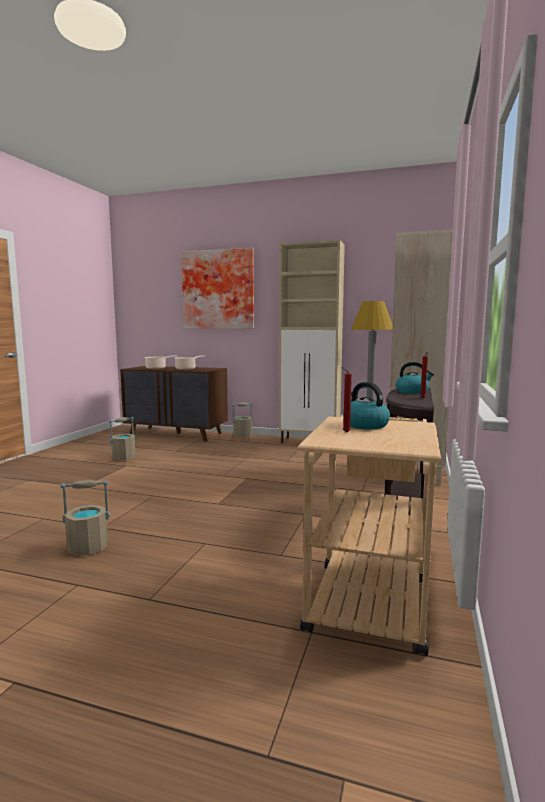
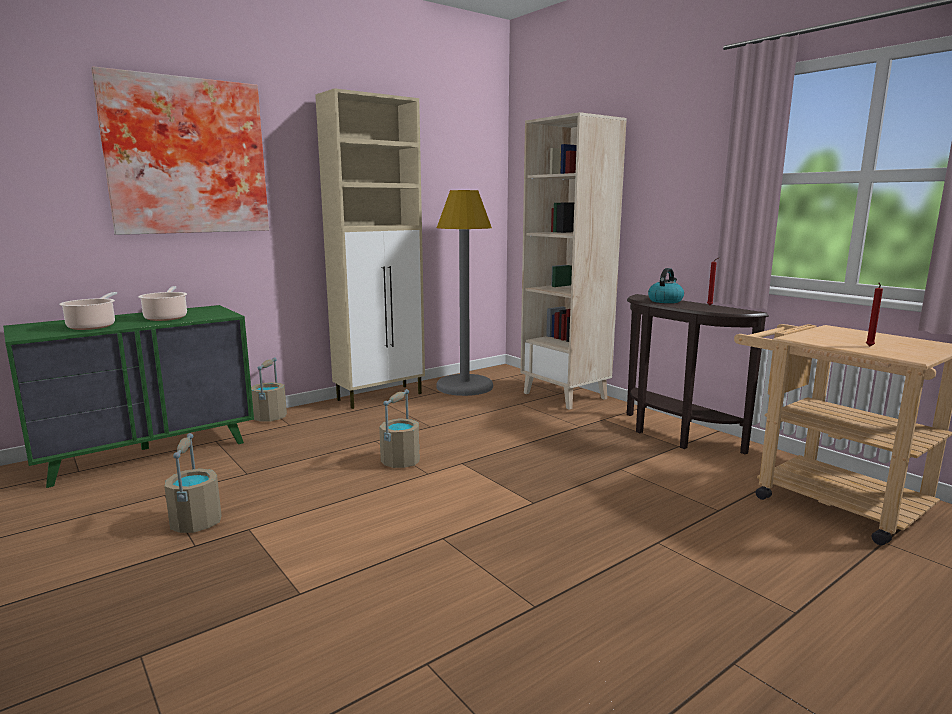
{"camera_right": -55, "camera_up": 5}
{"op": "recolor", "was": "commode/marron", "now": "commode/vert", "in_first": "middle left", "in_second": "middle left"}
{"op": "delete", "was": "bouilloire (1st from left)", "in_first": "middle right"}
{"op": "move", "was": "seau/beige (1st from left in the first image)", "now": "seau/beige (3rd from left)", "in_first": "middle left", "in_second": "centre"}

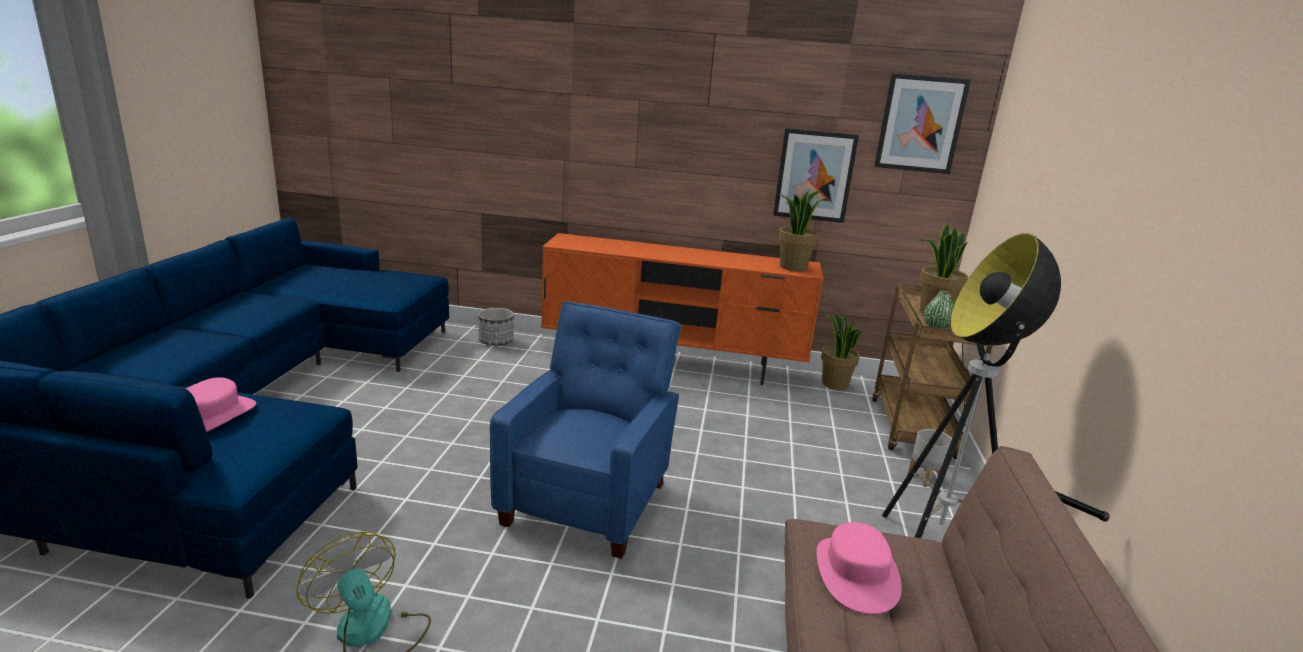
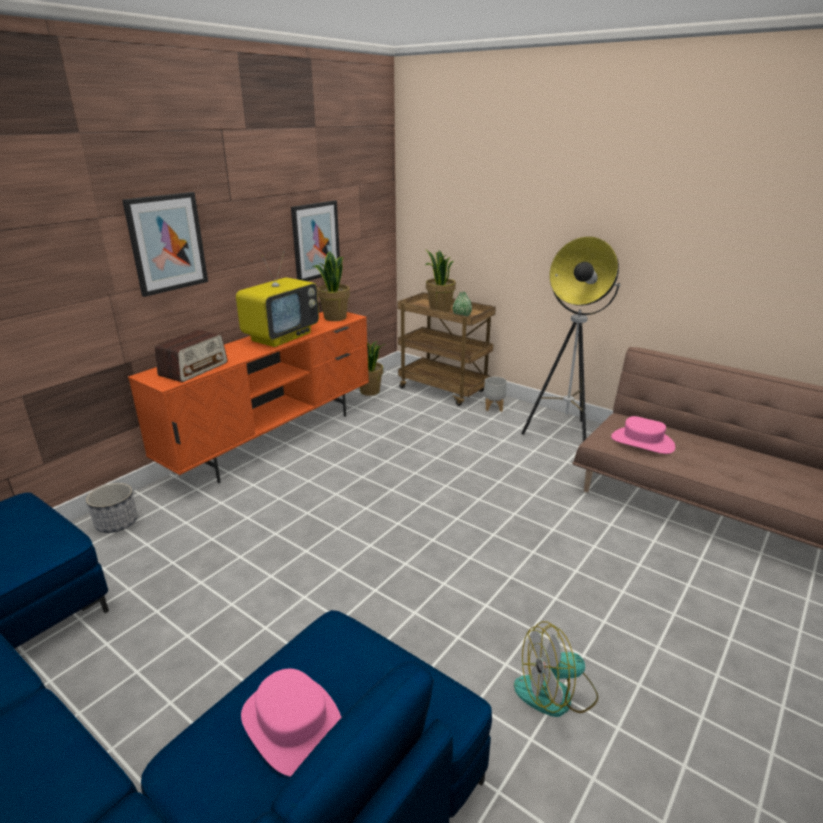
{"camera_right": -60, "camera_up": 5}
{"op": "move", "was": "tableau (2nd from left in the first image)", "now": "tableau (1st from left)", "in_first": "top right", "in_second": "top left"}
{"op": "delete", "was": "fauteuil/bleu", "in_first": "centre"}
{"op": "insert", "now": "téléviseur", "in_second": "centre"}
{"op": "insert", "now": "radio", "in_second": "middle left"}

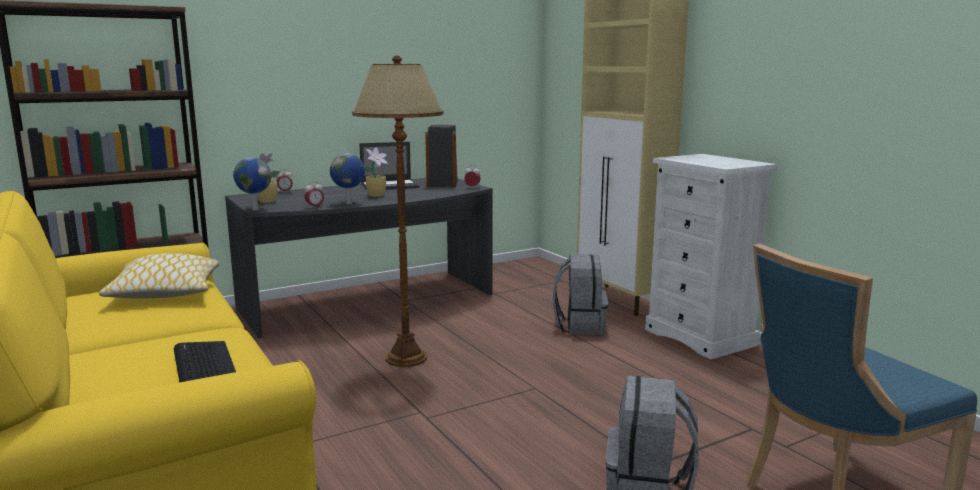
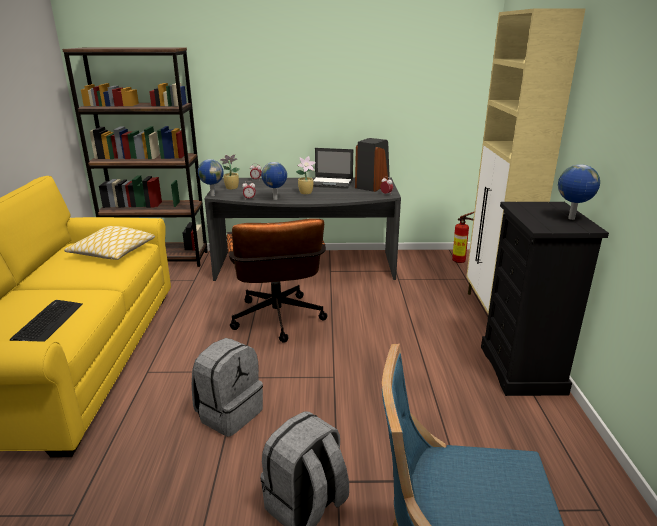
{"camera_right": 30, "camera_up": 10}
{"op": "replace", "was": "lampadaire/marron", "now": "chaise de bureau/marron", "in_first": "centre", "in_second": "centre"}
{"op": "recolor", "was": "commode/blanc", "now": "commode/noir", "in_first": "middle right", "in_second": "middle right"}
{"op": "move", "was": "sac à dos/gris (1st from left)", "in_first": "centre", "in_second": "bottom centre"}
{"op": "insert", "now": "globe (3rd from left)", "in_second": "middle right"}
{"op": "insert", "now": "extincteur", "in_second": "middle right"}

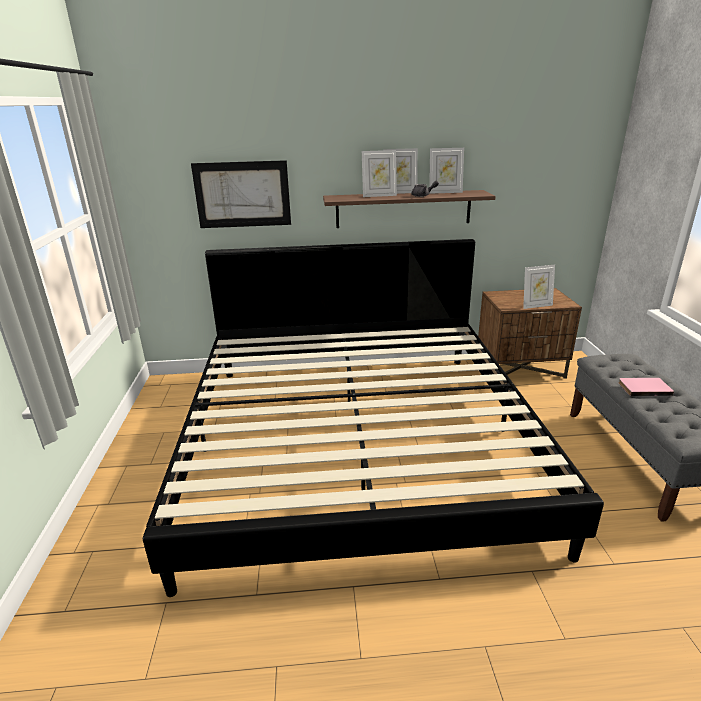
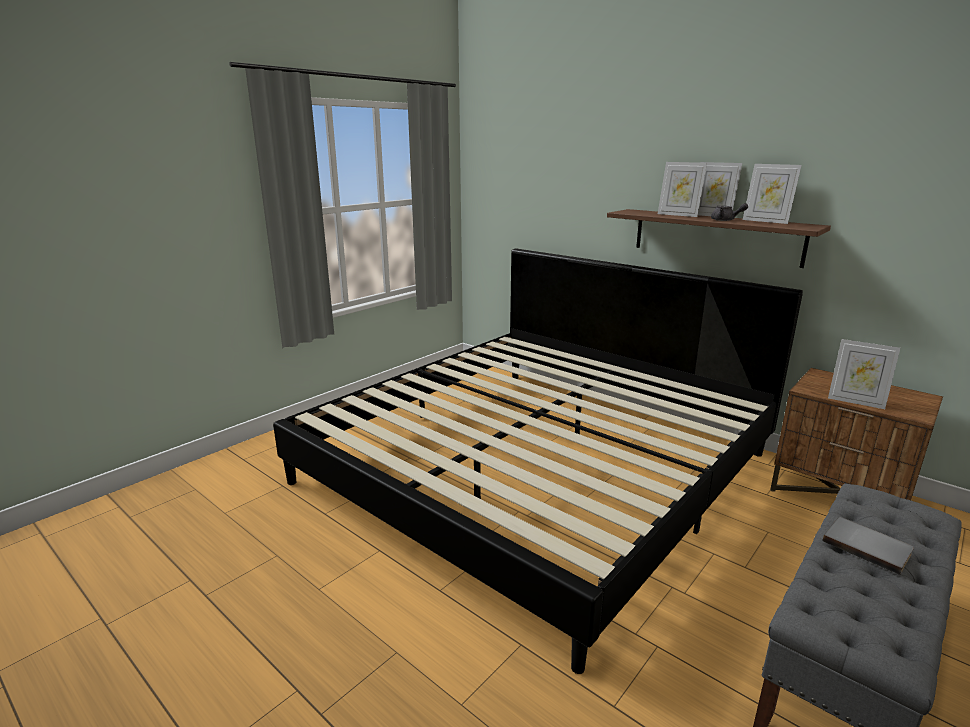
{"camera_right": 45, "camera_up": -5}
{"op": "delete", "was": "tableau", "in_first": "top centre"}
{"op": "recolor", "was": "livre/rose", "now": "livre/gris", "in_first": "middle right", "in_second": "bottom right"}

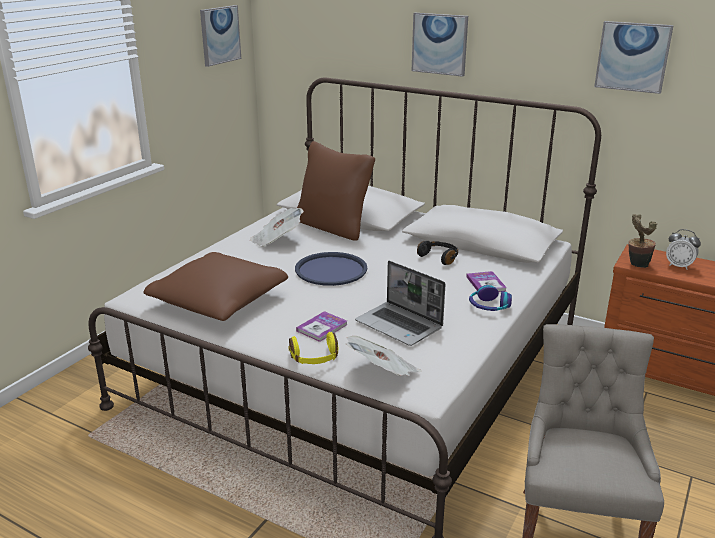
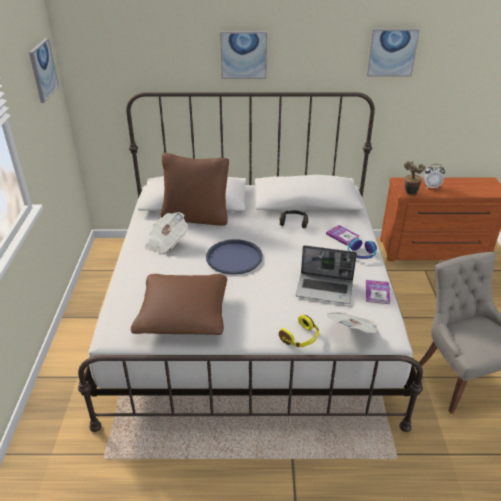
{"camera_right": -30, "camera_up": 10}
{"op": "move", "was": "livre (1st from left in the first image)", "now": "livre (2nd from left)", "in_first": "centre", "in_second": "middle right"}

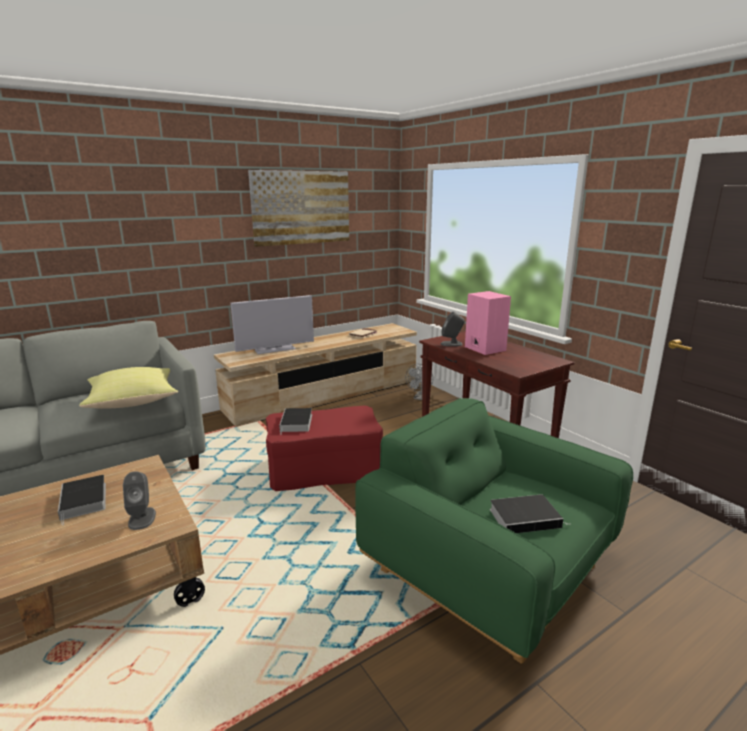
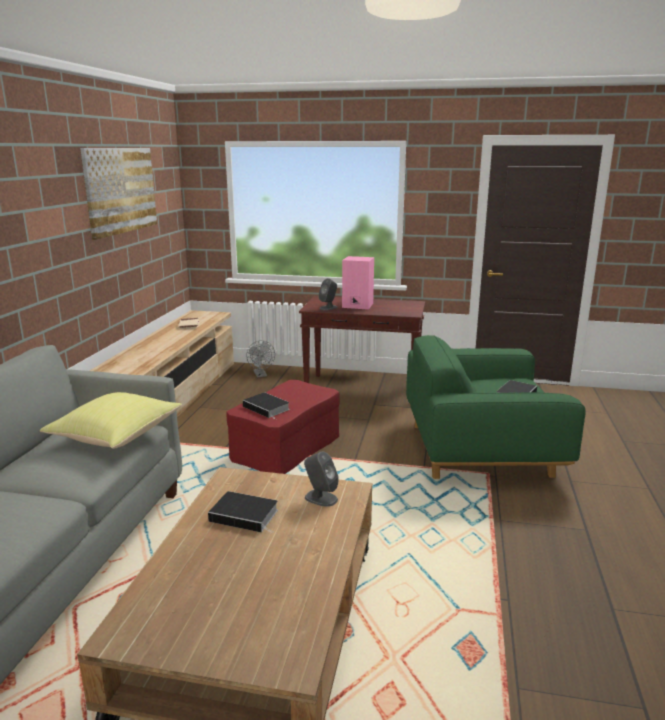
{"camera_right": -45, "camera_up": 0}
{"op": "delete", "was": "téléviseur", "in_first": "centre"}

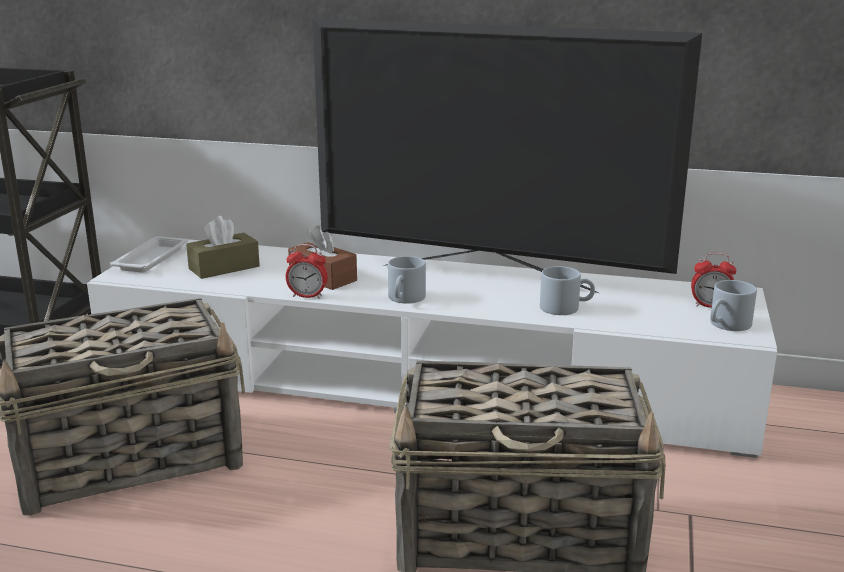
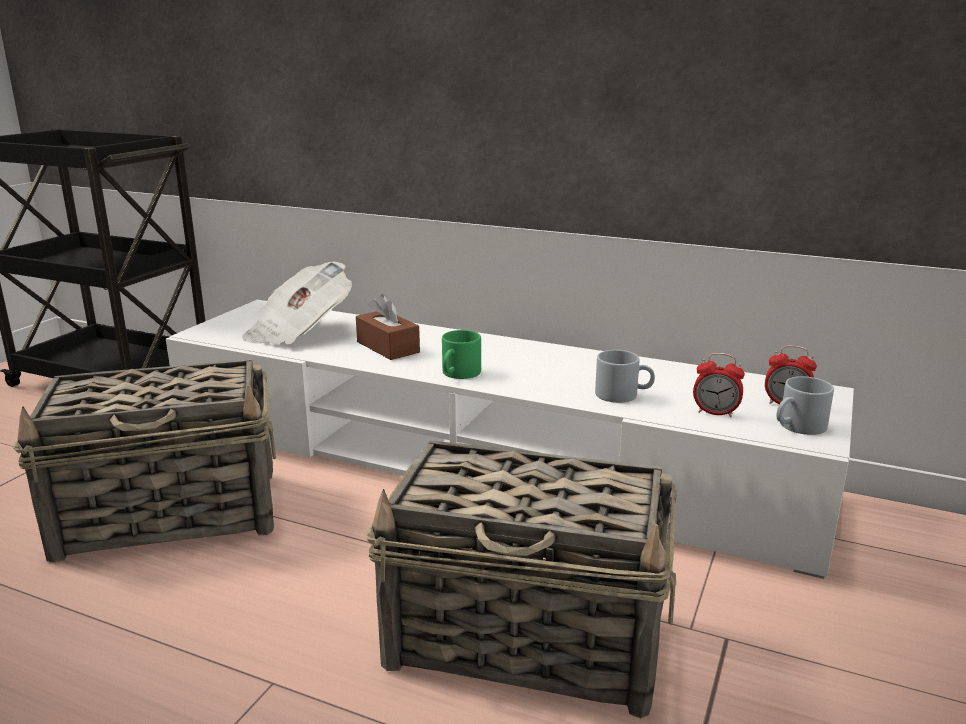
{"camera_right": 10, "camera_up": 0}
{"op": "delete", "was": "téléviseur", "in_first": "top centre"}
{"op": "replace", "was": "boîte à mouchoirs/marron (1st from left)", "now": "journal", "in_first": "middle left", "in_second": "middle left"}
{"op": "delete", "was": "plateau/blanc", "in_first": "middle left"}
{"op": "move", "was": "réveil (1st from left)", "in_first": "centre", "in_second": "middle right"}
{"op": "recolor", "was": "mug/gris (1st from left)", "now": "mug/vert", "in_first": "centre", "in_second": "centre"}

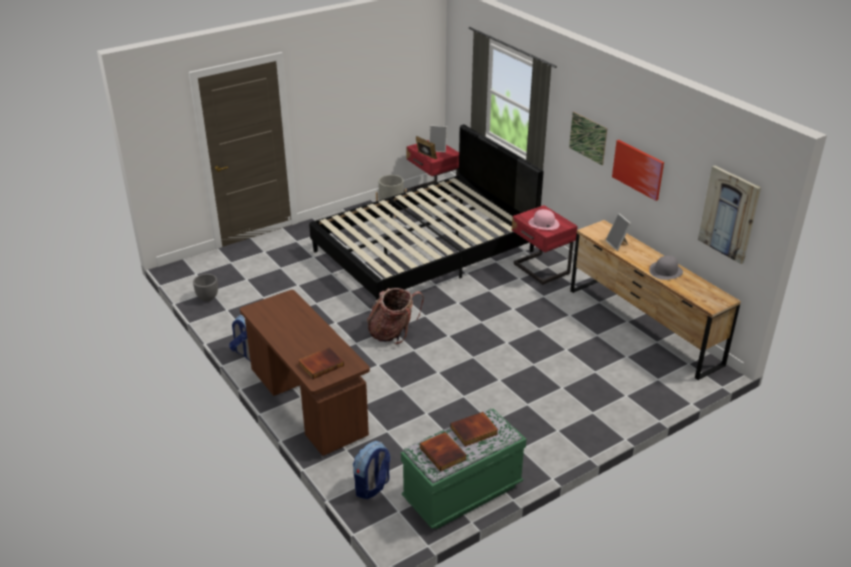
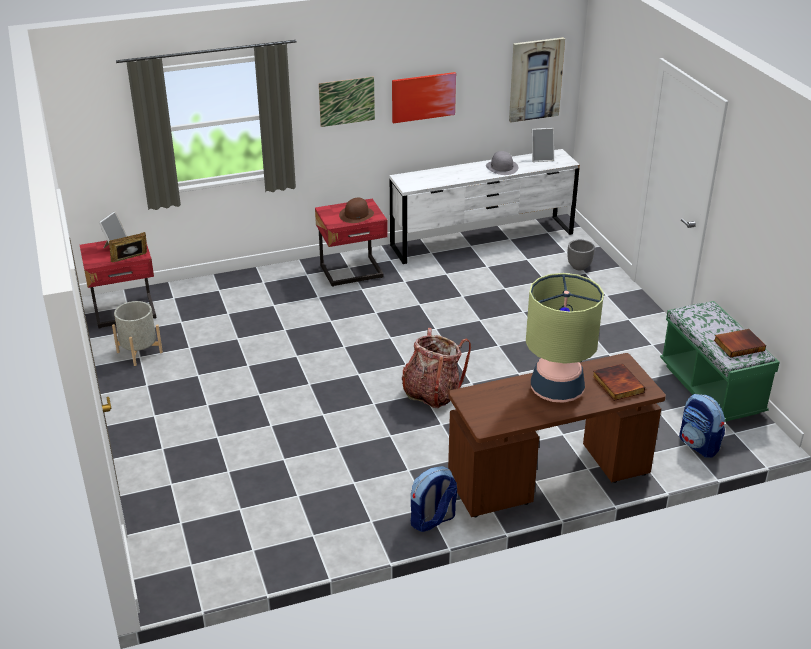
{"camera_right": -75, "camera_up": 0}
{"op": "delete", "was": "lit/noir", "in_first": "centre"}
{"op": "recolor", "was": "chapeau/rose", "now": "chapeau/marron", "in_first": "centre", "in_second": "top centre"}
{"op": "move", "was": "cadre photo (3rd from left)", "in_first": "middle right", "in_second": "top right"}
{"op": "recolor", "was": "commode/marron", "now": "commode/blanc", "in_first": "middle right", "in_second": "top centre"}
{"op": "move", "was": "cache-pot/gris (1st from left in the first image)", "now": "cache-pot/gris (2nd from left)", "in_first": "middle left", "in_second": "middle right"}
{"op": "delete", "was": "livre (3rd from left)", "in_first": "bottom centre"}
{"op": "insert", "now": "lampe de table", "in_second": "middle right"}

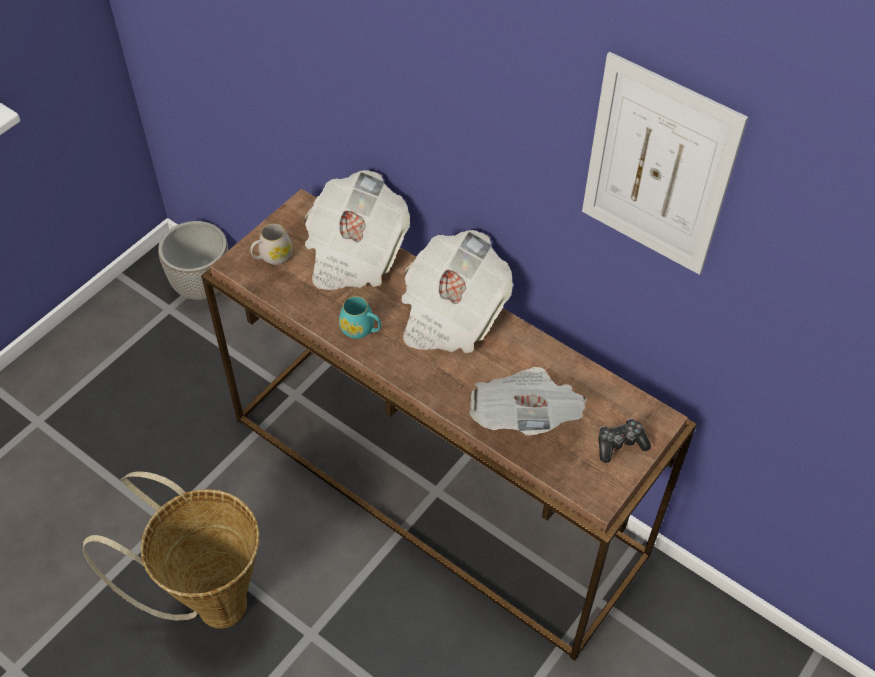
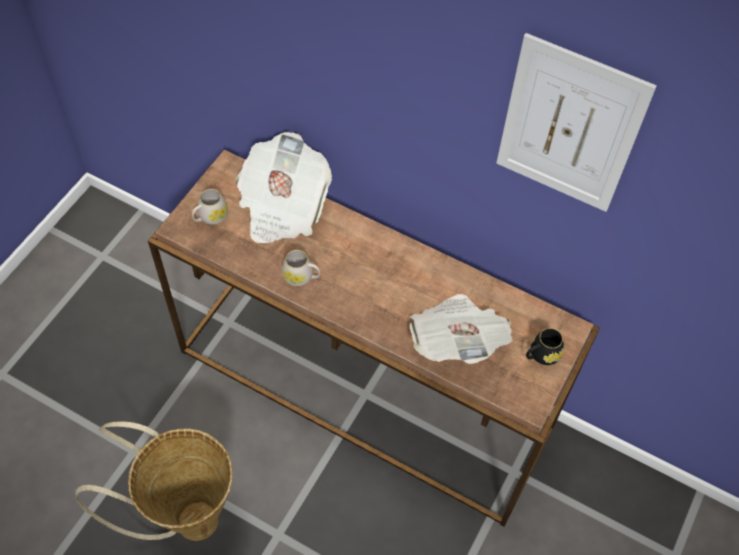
{"camera_right": -10, "camera_up": 5}
{"op": "delete", "was": "cache-pot", "in_first": "middle left"}
{"op": "delete", "was": "journal (2nd from left)", "in_first": "centre"}
{"op": "recolor", "was": "mug/turquoise", "now": "mug/blanc (2nd from left)", "in_first": "centre", "in_second": "centre"}
{"op": "replace", "was": "manette", "now": "mug/noir", "in_first": "middle right", "in_second": "middle right"}

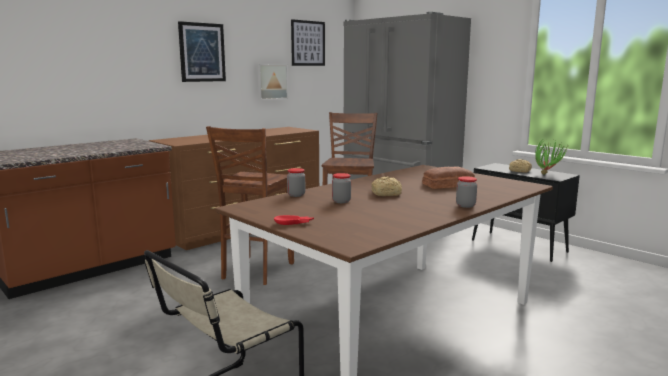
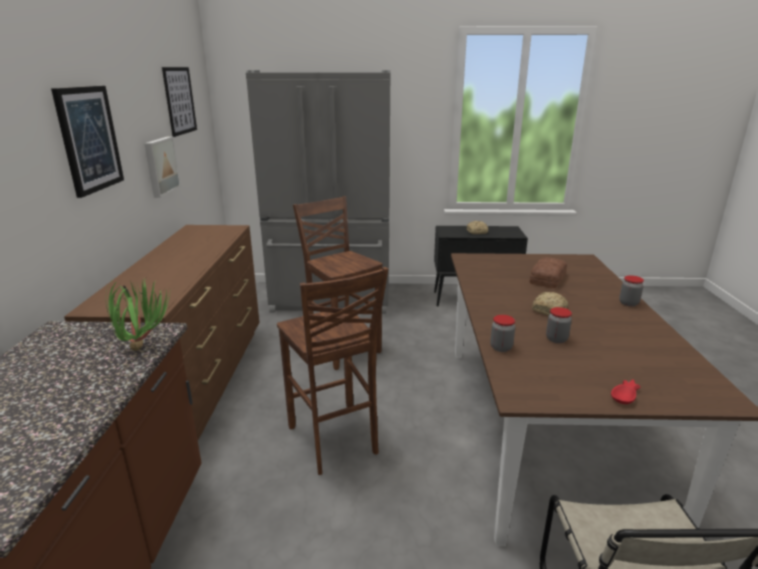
{"camera_right": -45, "camera_up": 10}
{"op": "move", "was": "plante en pot", "in_first": "middle right", "in_second": "middle left"}

